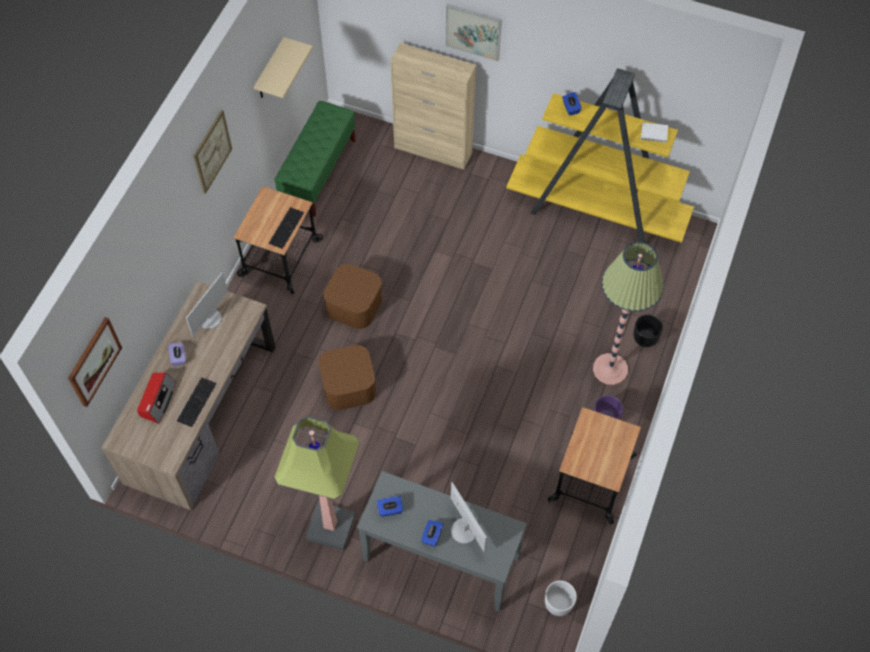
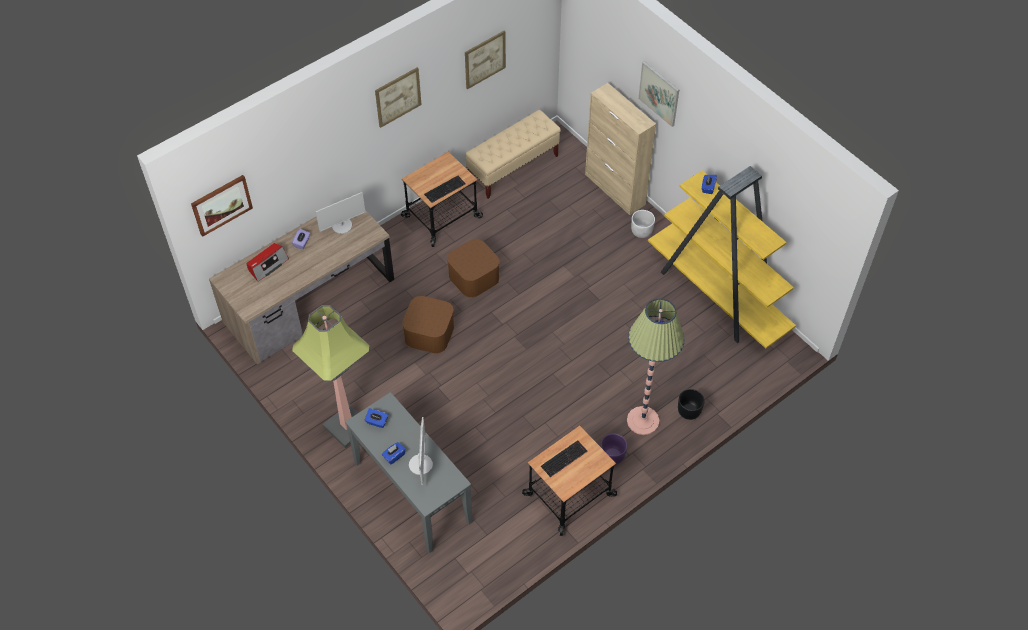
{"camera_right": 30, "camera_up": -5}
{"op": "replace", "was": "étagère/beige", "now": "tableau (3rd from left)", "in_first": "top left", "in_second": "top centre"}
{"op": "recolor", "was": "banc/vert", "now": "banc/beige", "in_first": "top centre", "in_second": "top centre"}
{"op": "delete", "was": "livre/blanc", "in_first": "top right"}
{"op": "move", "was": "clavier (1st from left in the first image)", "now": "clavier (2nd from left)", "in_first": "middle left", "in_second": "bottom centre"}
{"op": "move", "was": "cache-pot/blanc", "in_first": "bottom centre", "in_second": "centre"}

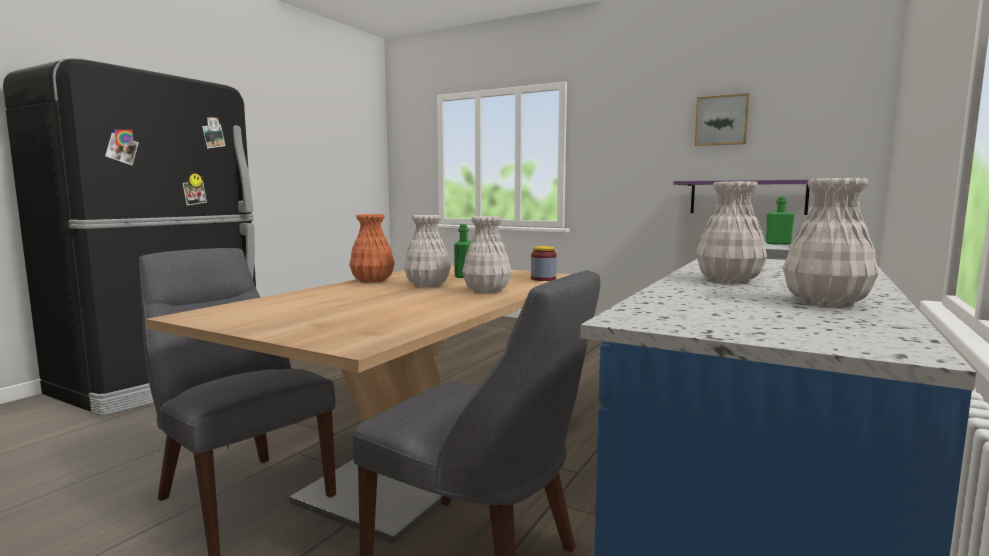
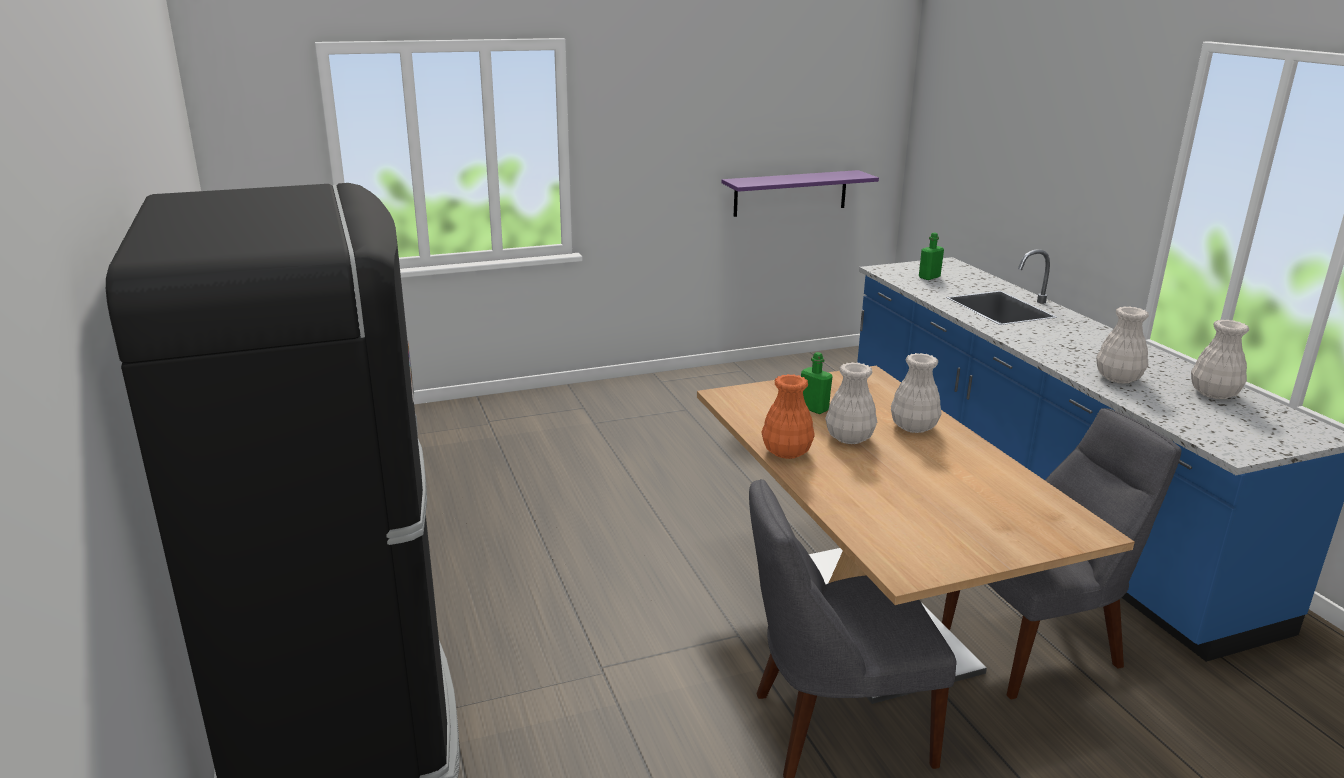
{"camera_right": -50, "camera_up": 15}
{"op": "delete", "was": "tableau", "in_first": "top right"}
{"op": "delete", "was": "bocal", "in_first": "centre"}

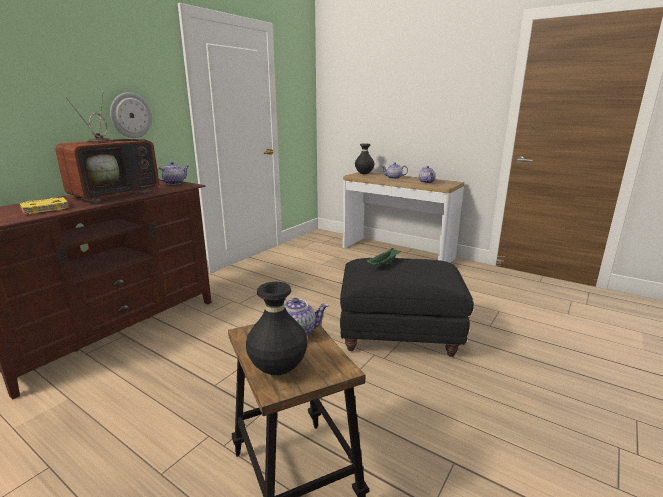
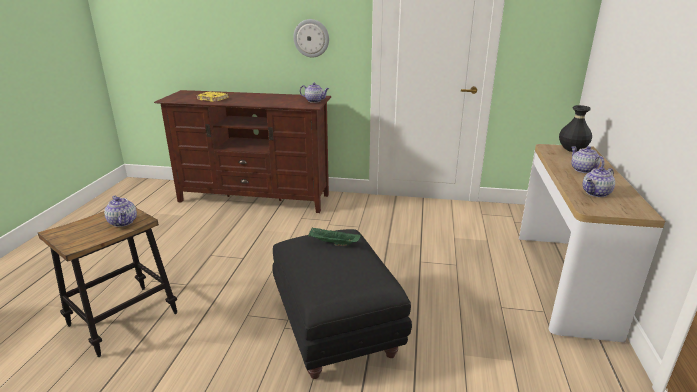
{"camera_right": 65, "camera_up": 5}
{"op": "delete", "was": "téléviseur", "in_first": "top left"}
{"op": "delete", "was": "vase/noir (1st from left)", "in_first": "centre"}

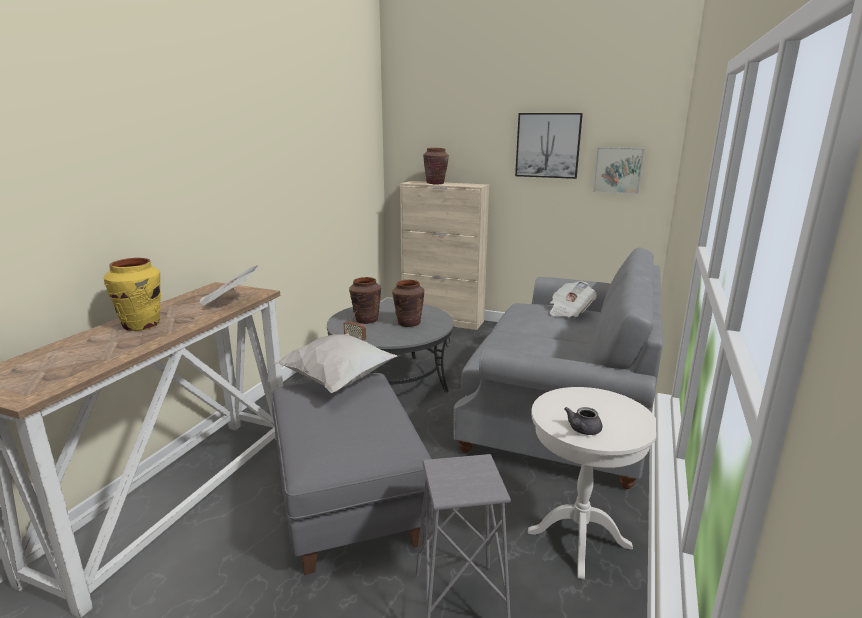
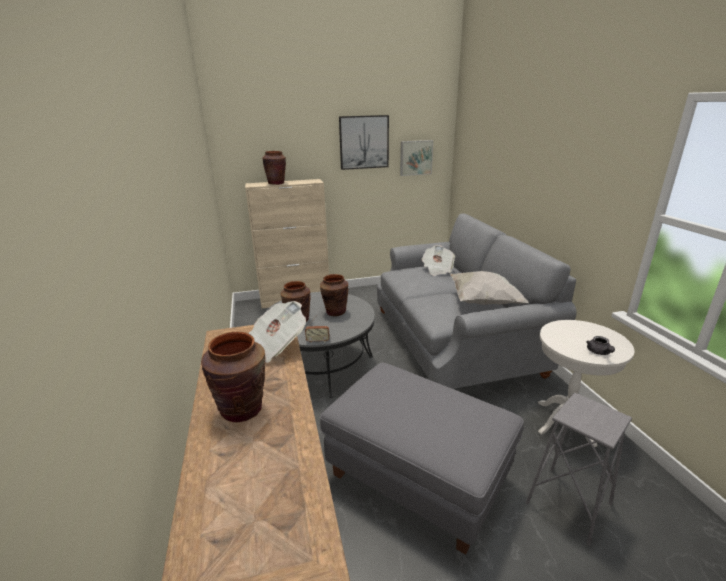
{"camera_right": -35, "camera_up": 5}
{"op": "recolor", "was": "vase/jaune", "now": "vase/marron (1st from left)", "in_first": "middle left", "in_second": "middle left"}
{"op": "move", "was": "coussin/blanc", "in_first": "centre", "in_second": "middle right"}

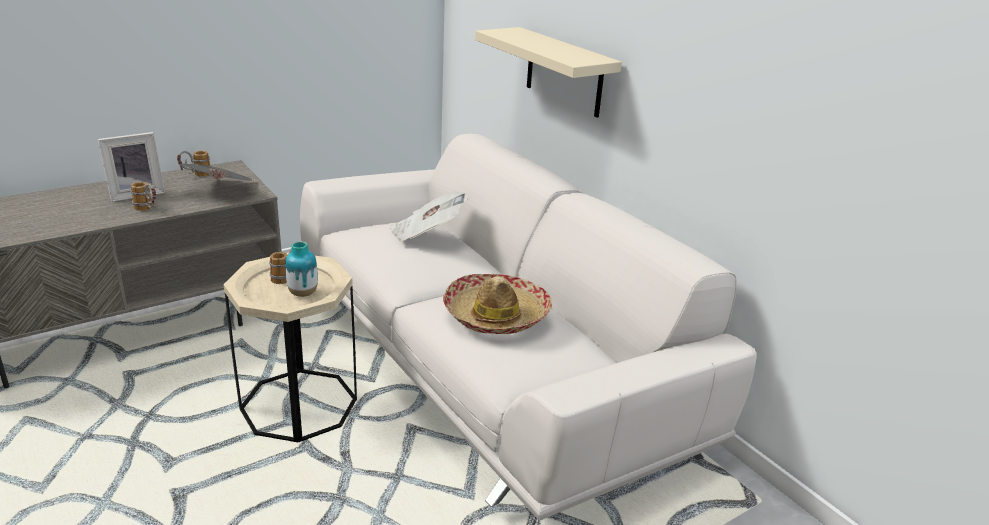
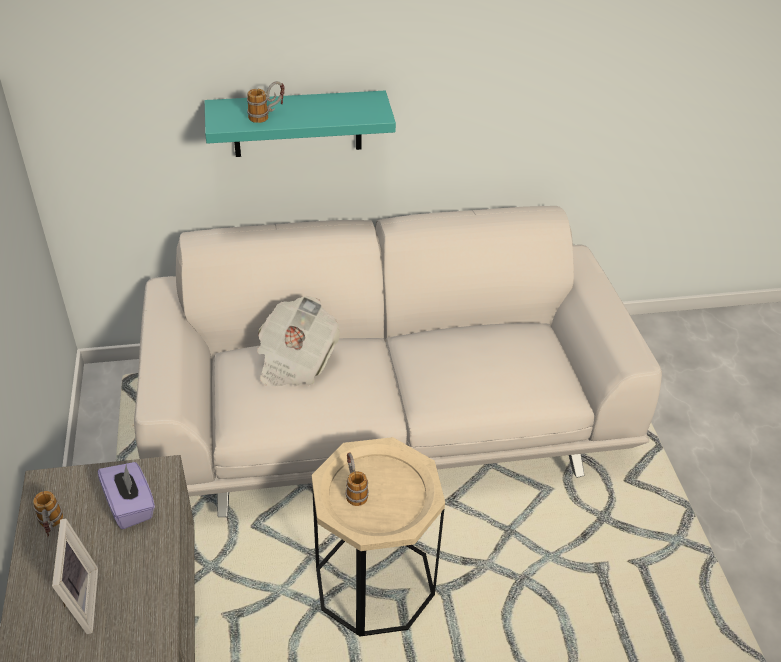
{"camera_right": -65, "camera_up": 15}
{"op": "recolor", "was": "étagère/beige", "now": "étagère/turquoise", "in_first": "top centre", "in_second": "top centre"}
{"op": "replace", "was": "journal (1st from left)", "now": "boîte à mouchoirs/violet", "in_first": "top left", "in_second": "bottom left"}
{"op": "move", "was": "mug (1st from left in the first image)", "now": "mug (2nd from left)", "in_first": "middle left", "in_second": "top centre"}
{"op": "delete", "was": "vase", "in_first": "middle left"}
{"op": "delete", "was": "chapeau", "in_first": "centre"}

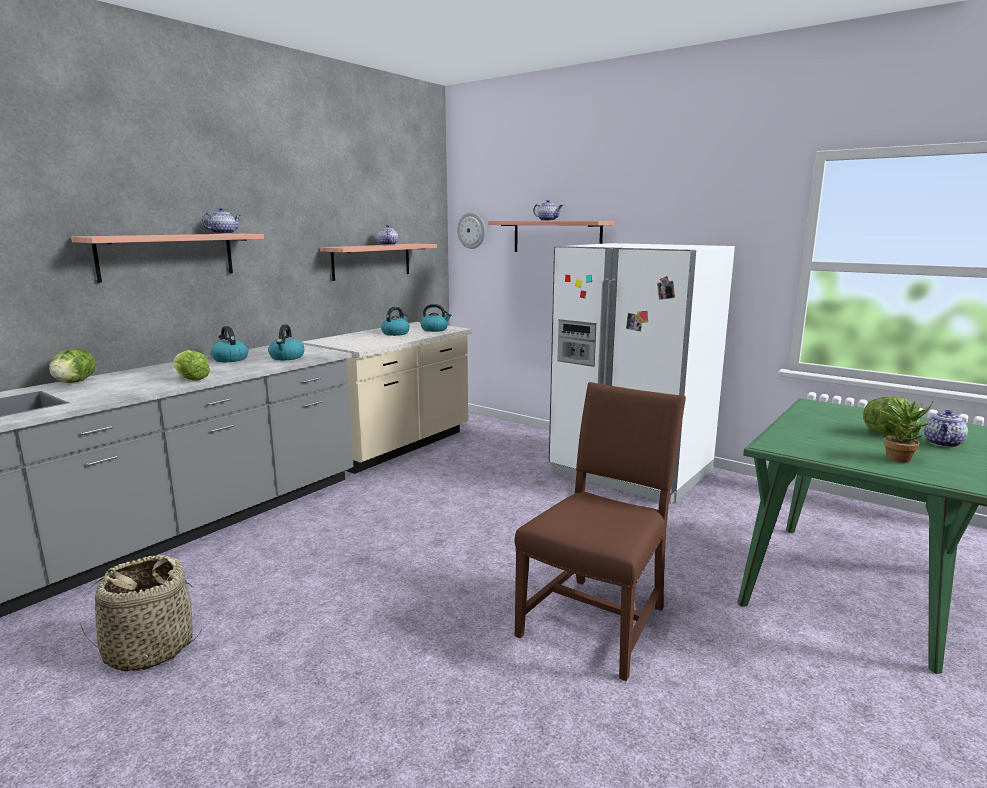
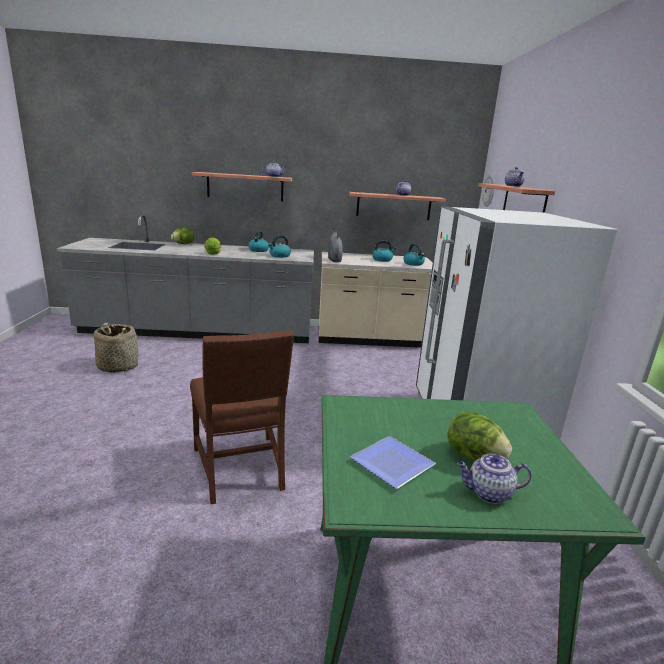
{"camera_right": 50, "camera_up": 5}
{"op": "rotate", "was": "chaise/marron", "in_first": "bottom centre", "in_second": "centre", "clockwise": 75}
{"op": "replace", "was": "plante en pot", "now": "assiette", "in_first": "middle right", "in_second": "bottom centre"}
{"op": "insert", "now": "vase/gris", "in_second": "centre"}

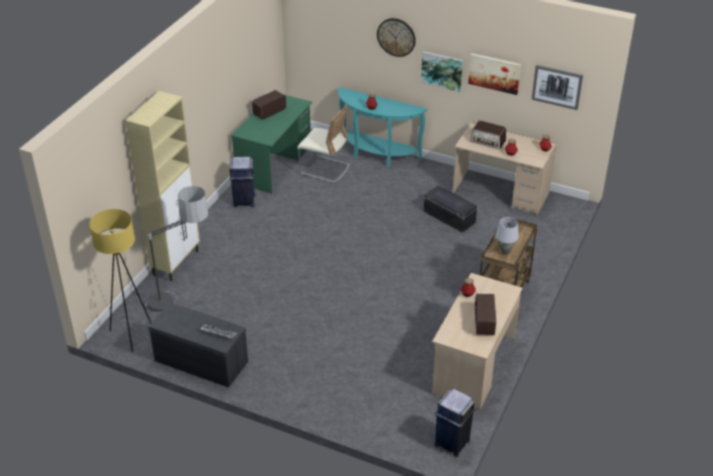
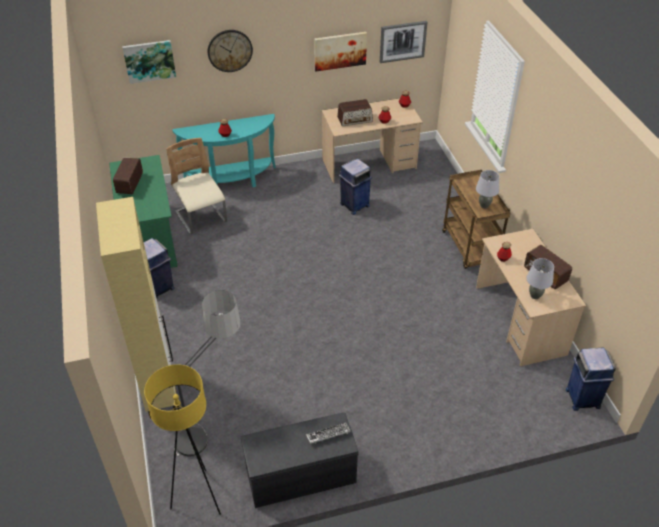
{"camera_right": -40, "camera_up": 5}
{"op": "move", "was": "tableau (1st from left)", "in_first": "top centre", "in_second": "top left"}
{"op": "rotate", "was": "chaise/beige", "in_first": "top centre", "in_second": "middle left", "clockwise": -105}
{"op": "replace", "was": "boîte de rangement/noir", "now": "poubelle/bleu (2nd from left)", "in_first": "centre", "in_second": "centre"}
{"op": "insert", "now": "lampe de table/gris (2nd from left)", "in_second": "middle right"}

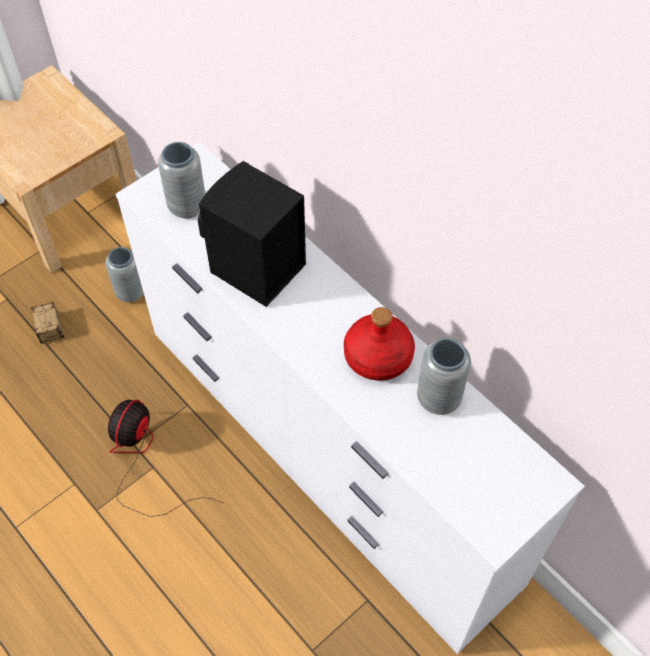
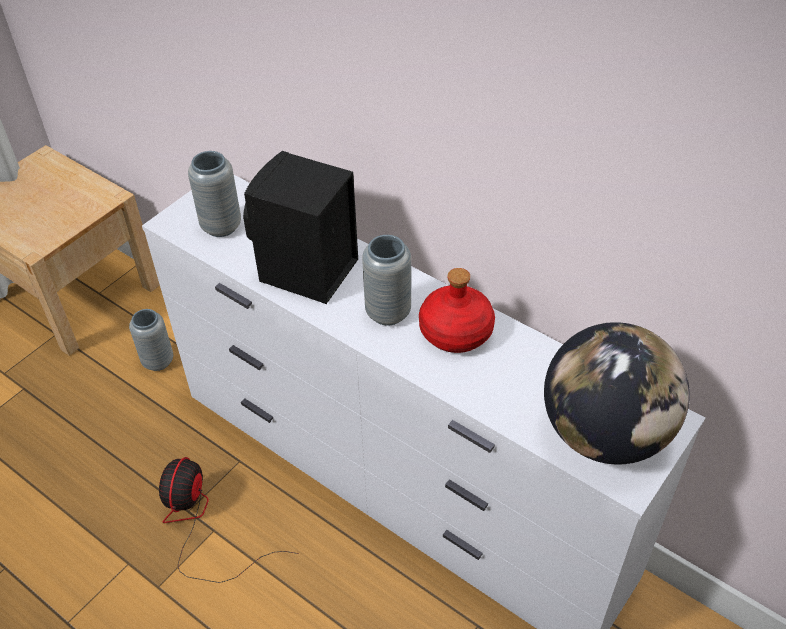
{"camera_right": -10, "camera_up": -10}
{"op": "delete", "was": "boîte de rangement", "in_first": "middle left"}
{"op": "move", "was": "vase/gris (3rd from left)", "in_first": "middle right", "in_second": "centre"}
{"op": "insert", "now": "globe", "in_second": "middle right"}

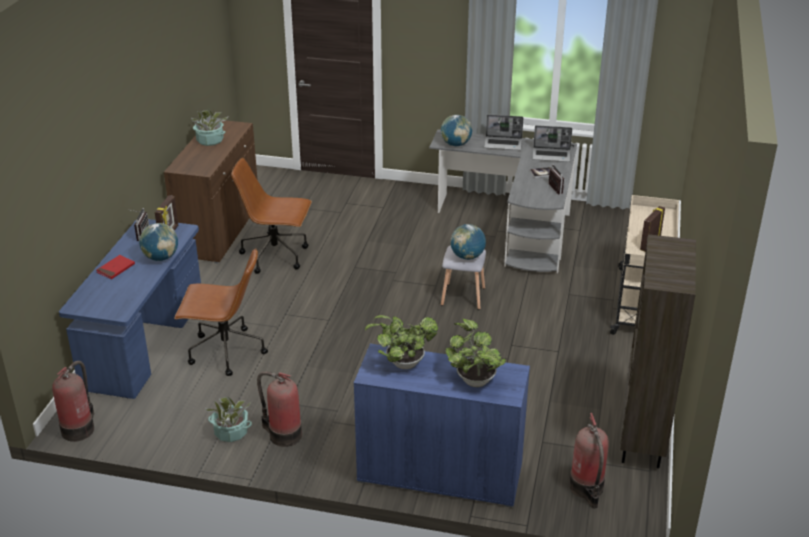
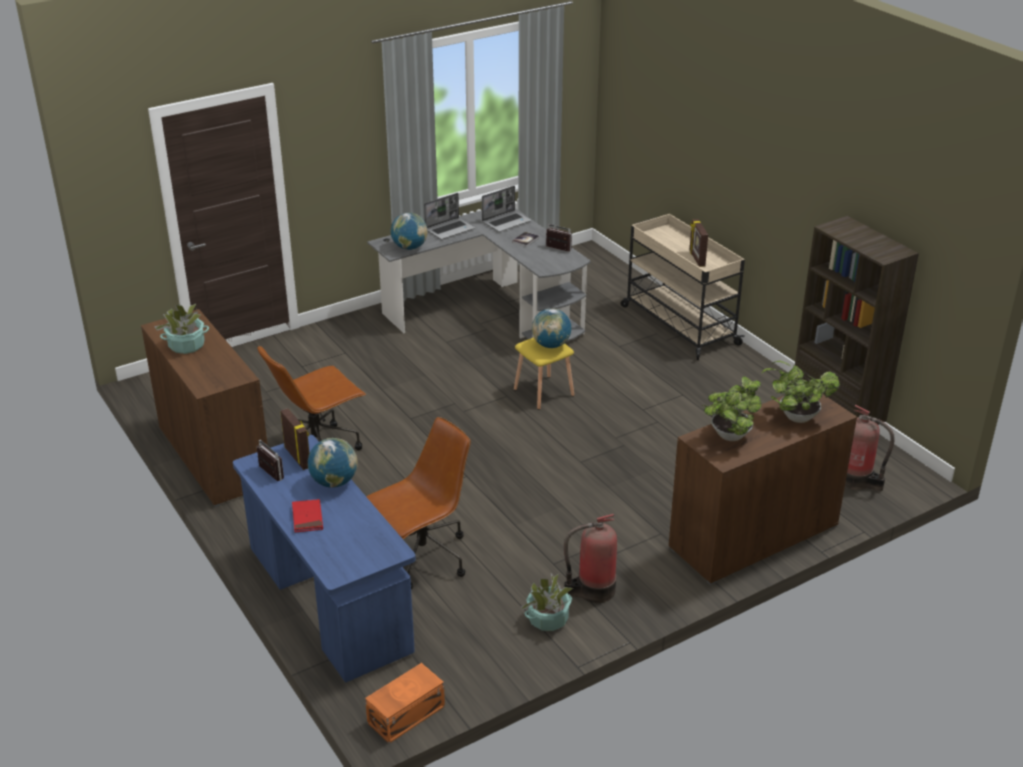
{"camera_right": -45, "camera_up": 0}
{"op": "recolor", "was": "tabouret/gris", "now": "tabouret/jaune", "in_first": "centre", "in_second": "centre"}
{"op": "recolor", "was": "meuble de rangement/bleu", "now": "meuble de rangement/marron (2nd from left)", "in_first": "bottom centre", "in_second": "middle right"}
{"op": "replace", "was": "extincteur (1st from left)", "now": "boîte de rangement/orange", "in_first": "bottom left", "in_second": "bottom centre"}

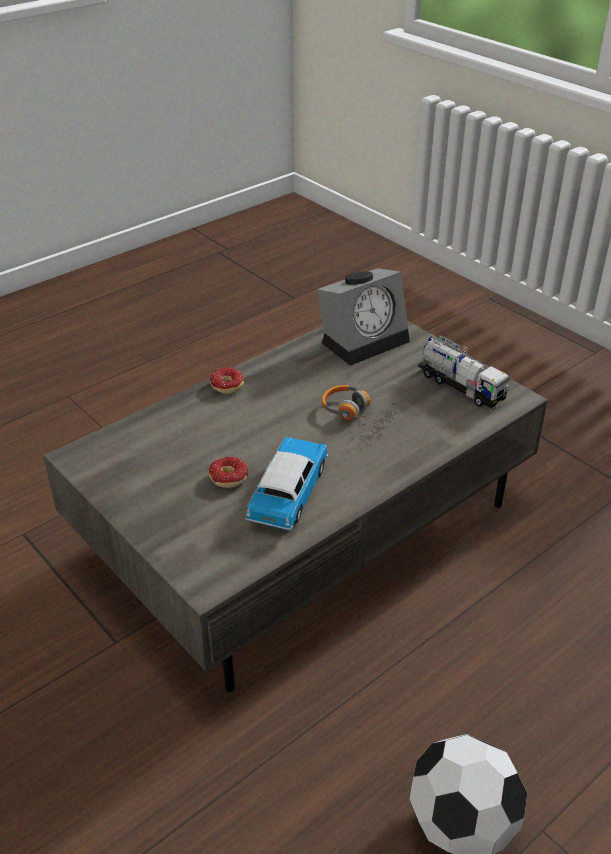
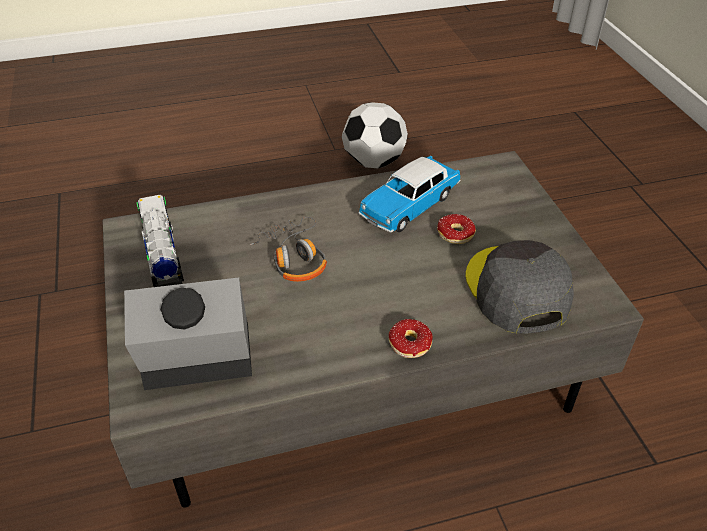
{"camera_right": -155, "camera_up": 5}
{"op": "insert", "now": "casquette/gris", "in_second": "middle right"}

